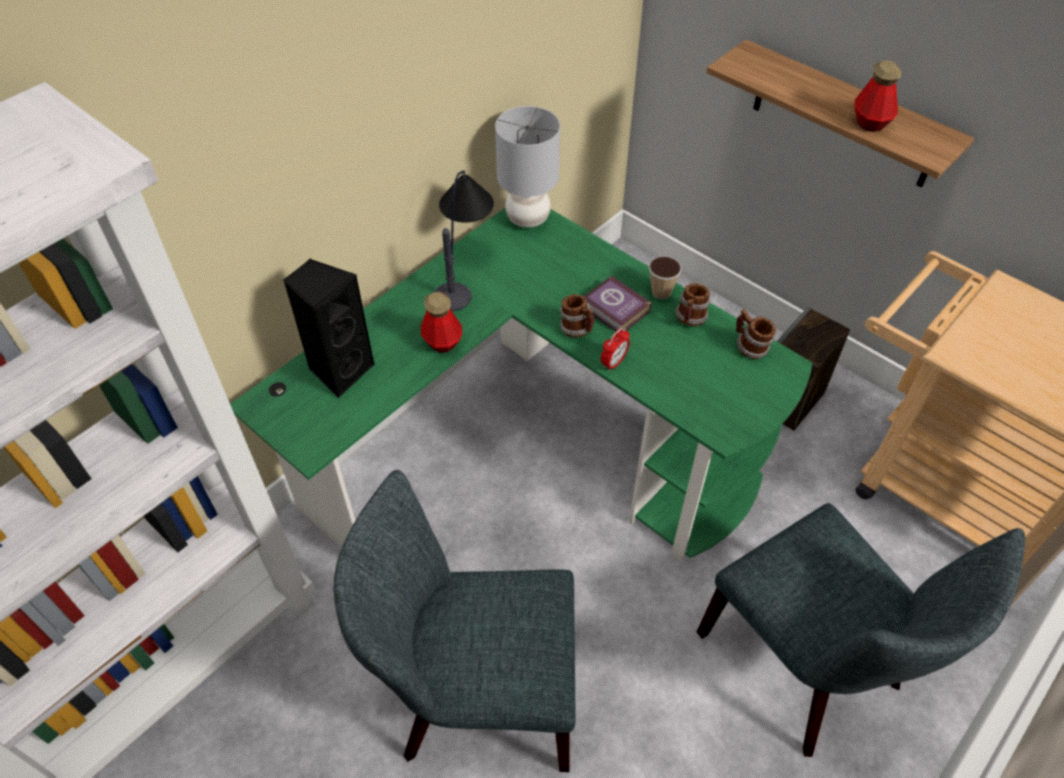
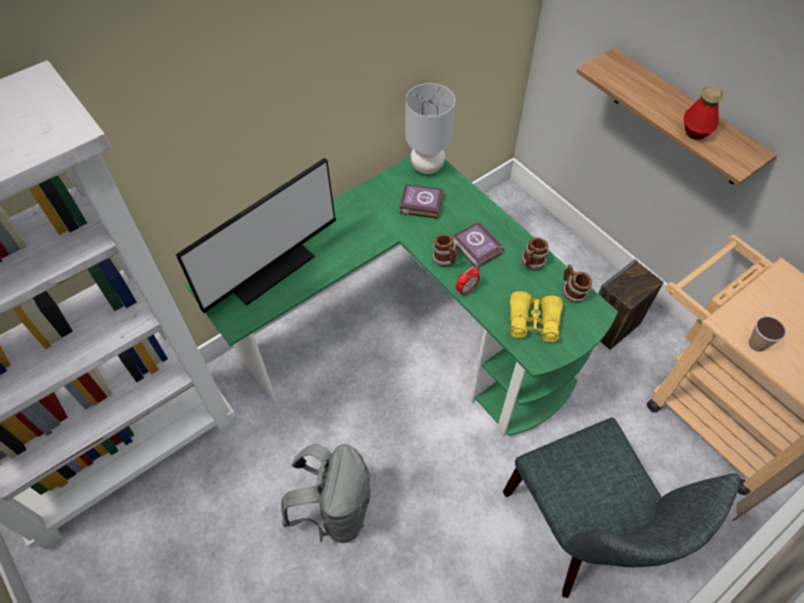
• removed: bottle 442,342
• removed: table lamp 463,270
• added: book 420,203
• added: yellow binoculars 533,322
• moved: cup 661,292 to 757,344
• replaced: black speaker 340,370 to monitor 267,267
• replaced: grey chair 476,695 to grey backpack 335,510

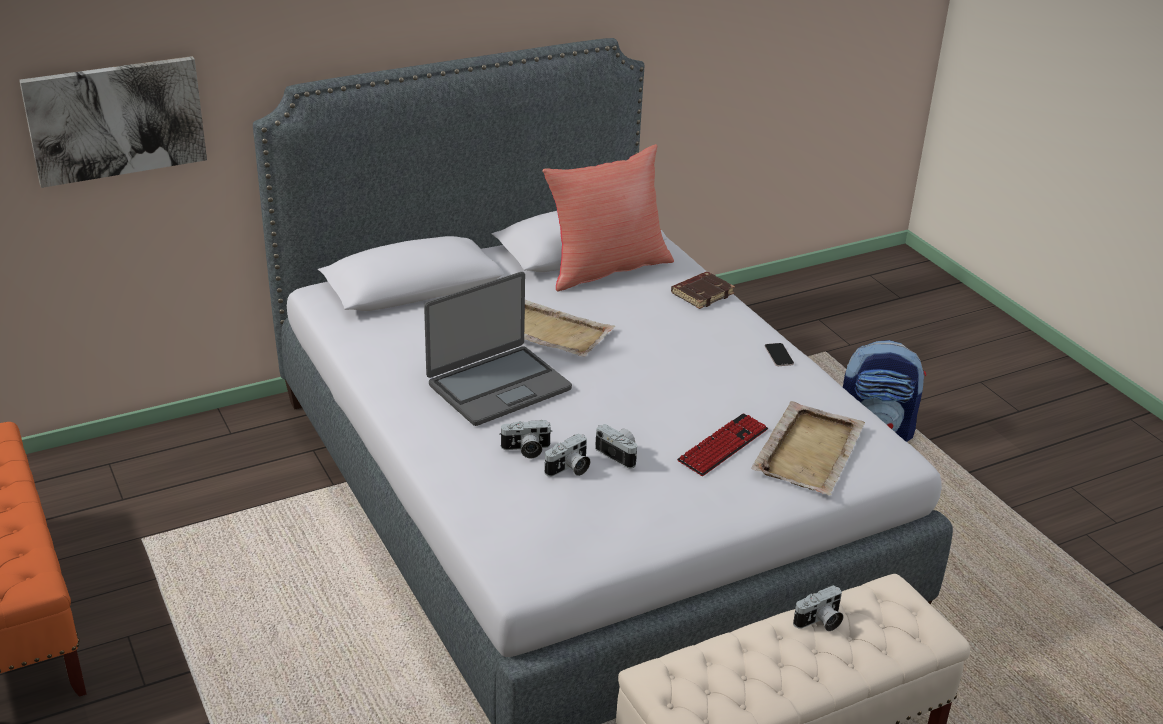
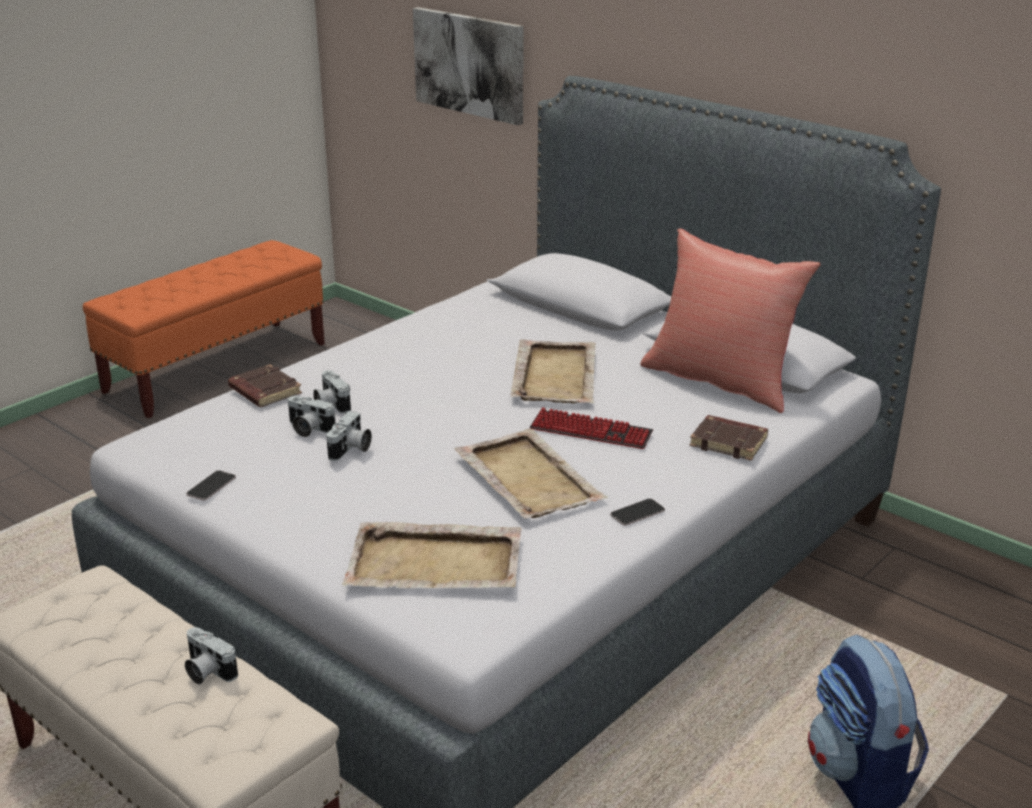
• removed: laptop 498,386
• added: phone 211,486
• added: brown book 264,391
• added: beige tray 527,478
• moved: keyboard 723,446 to 591,431

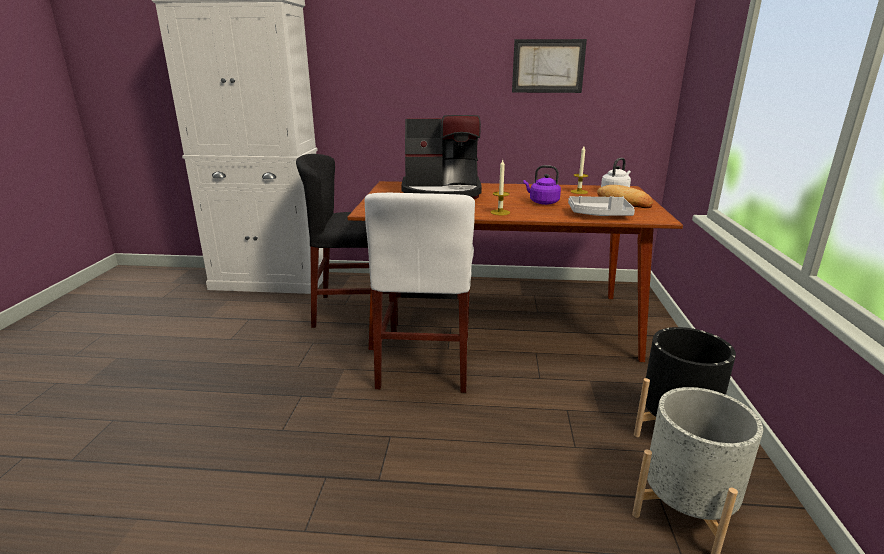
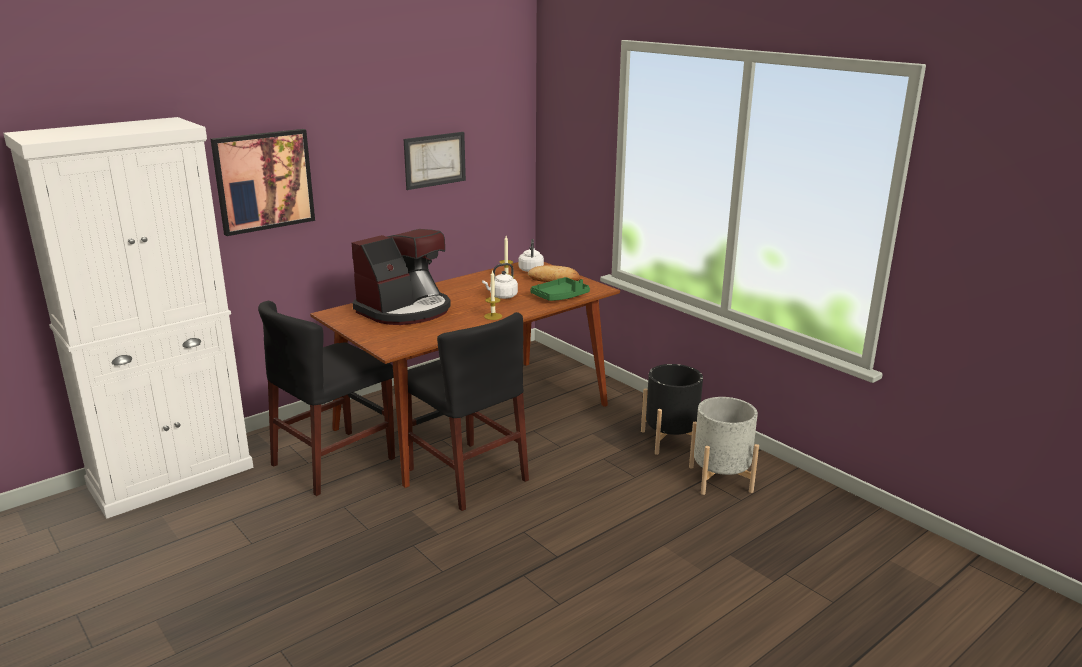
• added: picture 264,181
• recoloured: white chair 425,362 to black chair 466,474
• recoloured: purple kettle 542,202 to white kettle 502,296
• recoloured: grey tray 599,214 to green tray 560,297

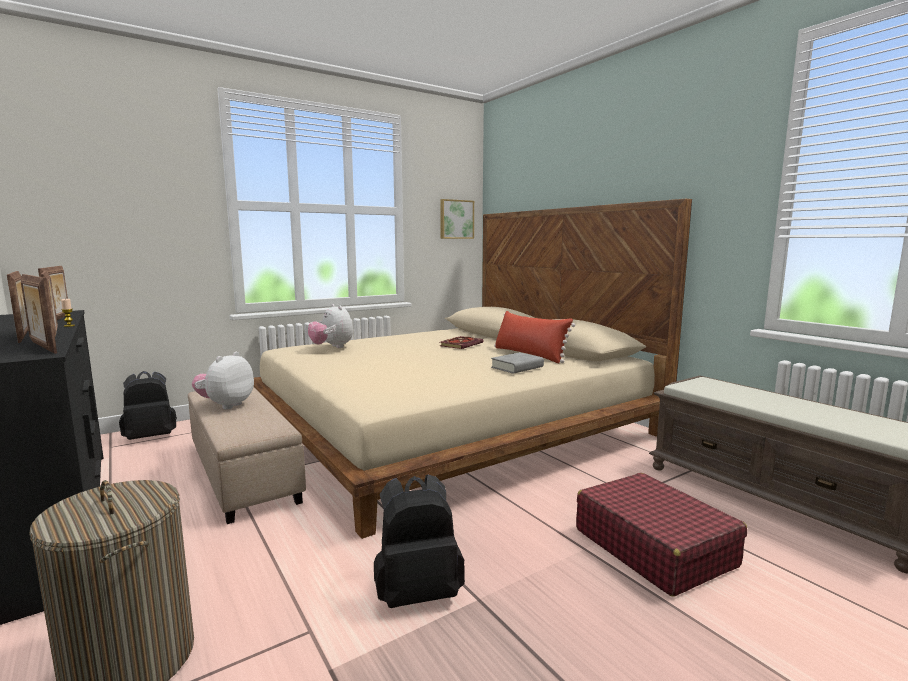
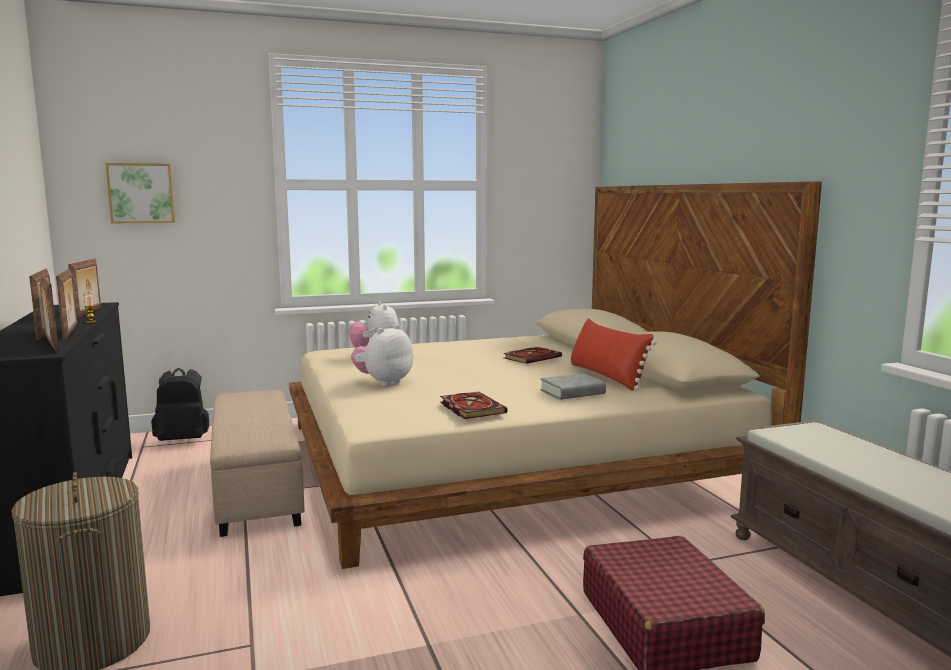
• removed: black backpack 417,592
• added: book 470,408
• moved: plush toy 226,405 to 383,382
• moved: picture 456,219 to 141,193

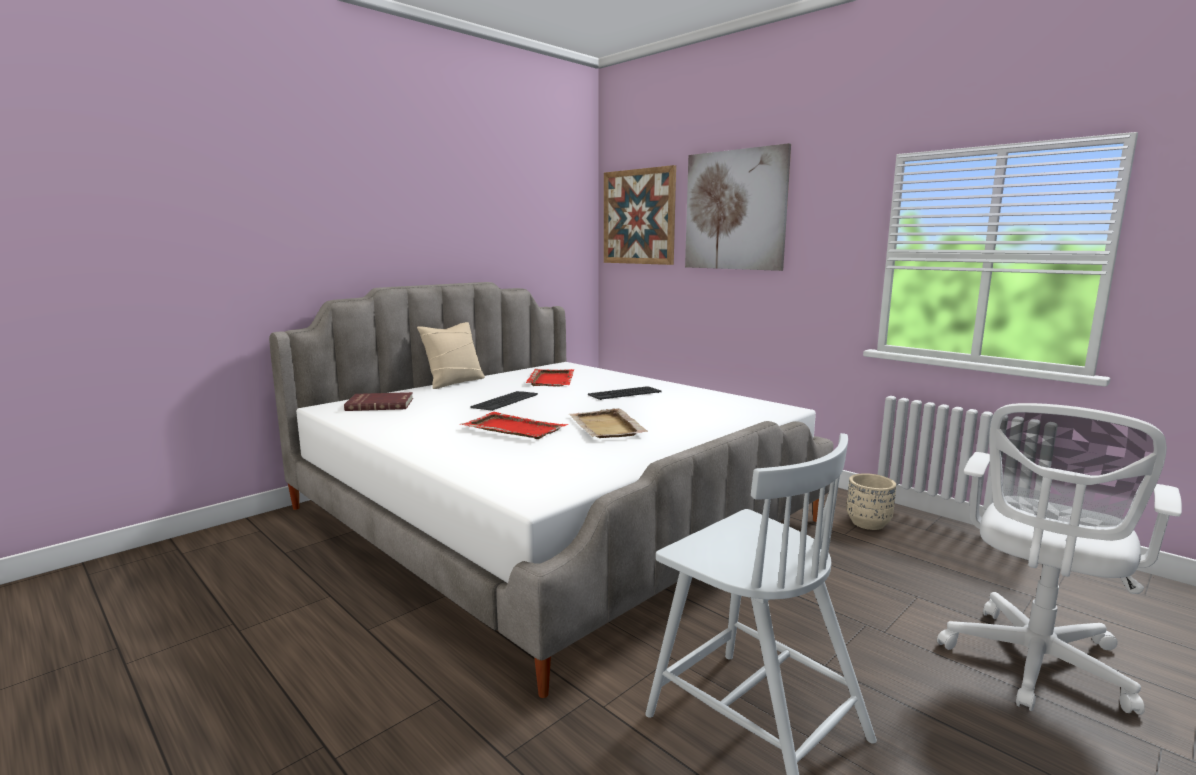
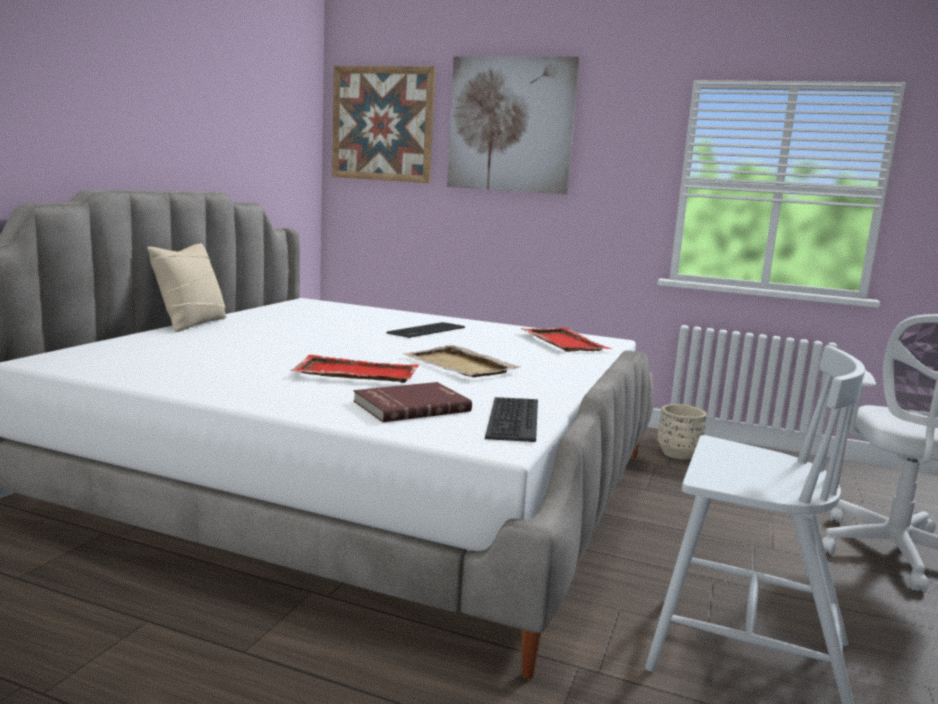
• moved: red book 380,404 to 410,406
• moved: keyboard 504,401 to 512,419
• moved: red tray 551,379 to 563,342

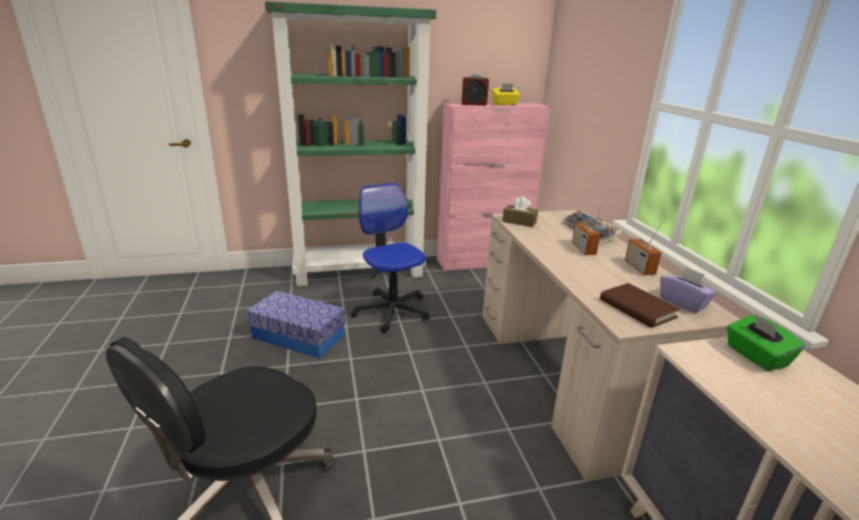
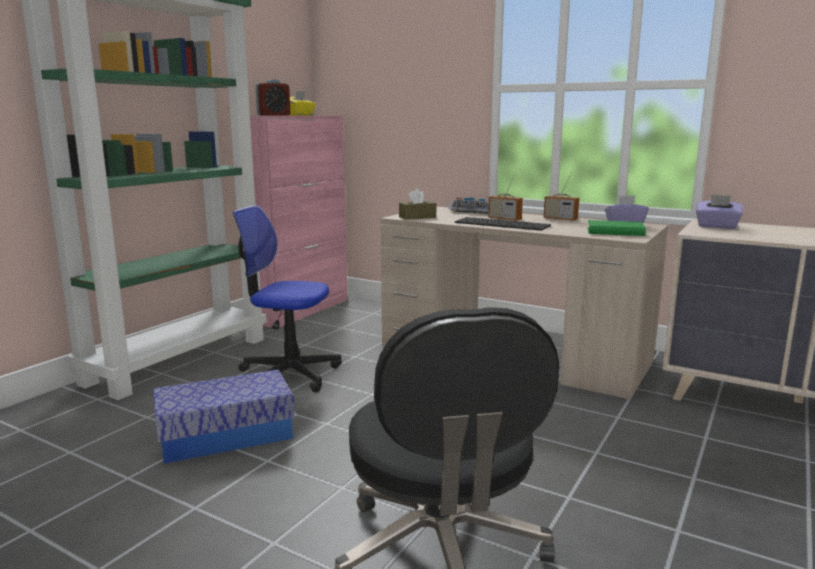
• added: keyboard 503,224
• recoloured: brown book 637,308 to green book 615,232
• recoloured: green tissue box 755,356 to purple tissue box 717,226

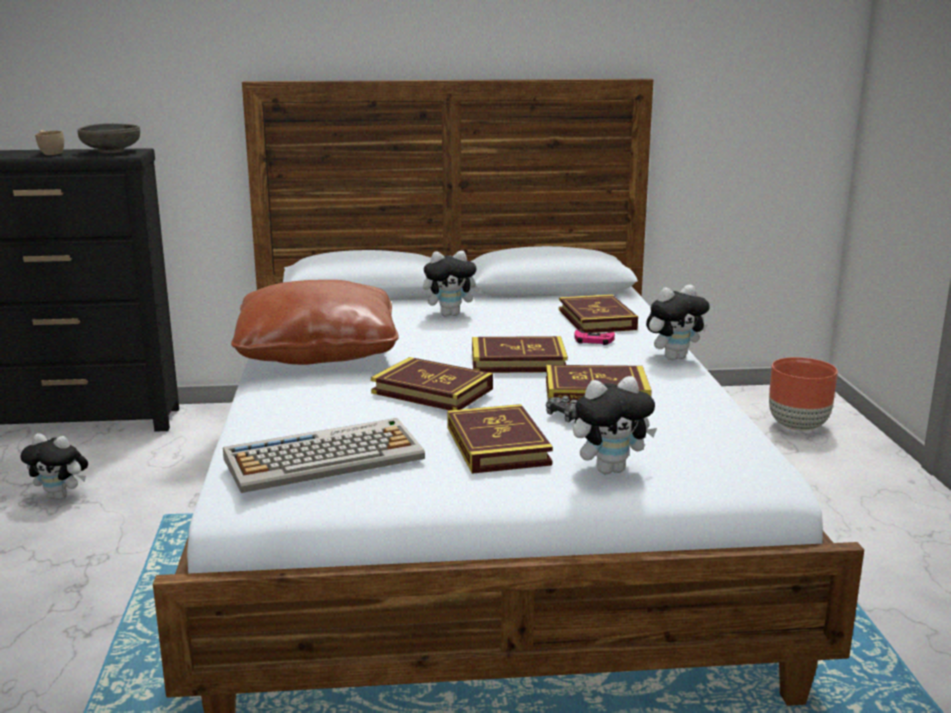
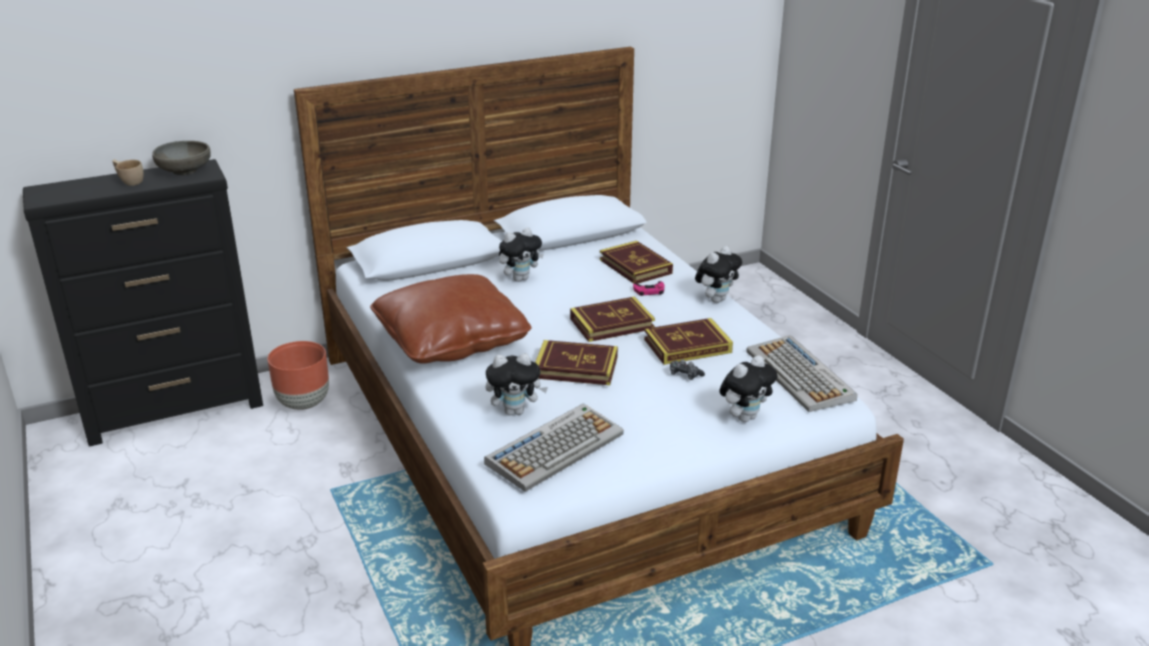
• removed: book 497,445
• added: keyboard 800,375
• moved: plush toy 61,496 to 515,411
• moved: brown planter 797,426 to 303,403

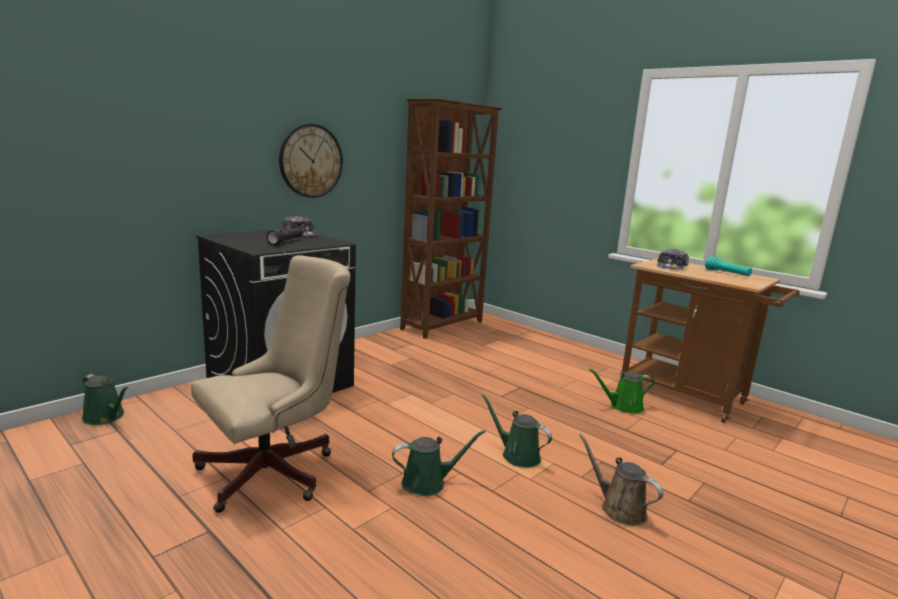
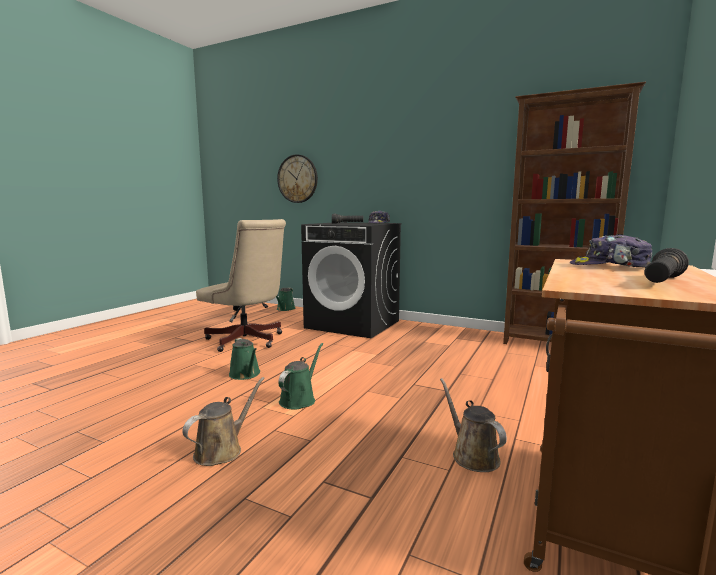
• moved: wall clock 311,161 to 297,179
• recoloured: green watering can 623,406 to brown watering can 472,455
• recoloured: turquoise flashlight 727,274 to black flashlight 662,282

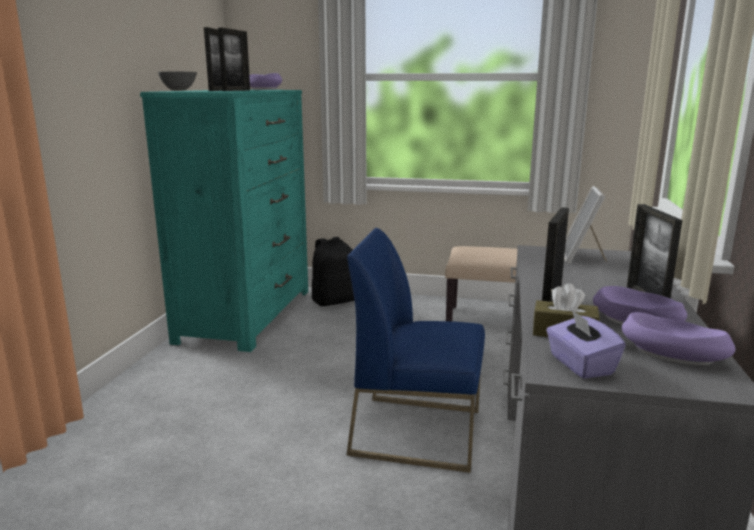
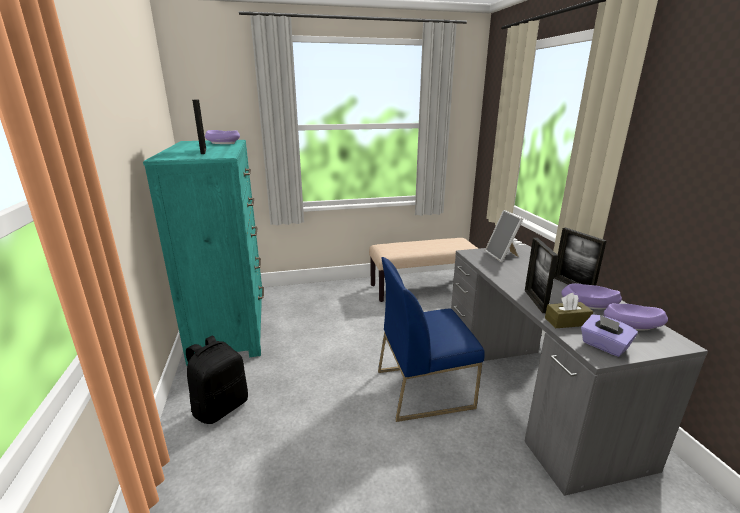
• removed: grey bowl 179,90
• removed: picture frame 236,90
• moved: black backpack 335,301 to 221,407

